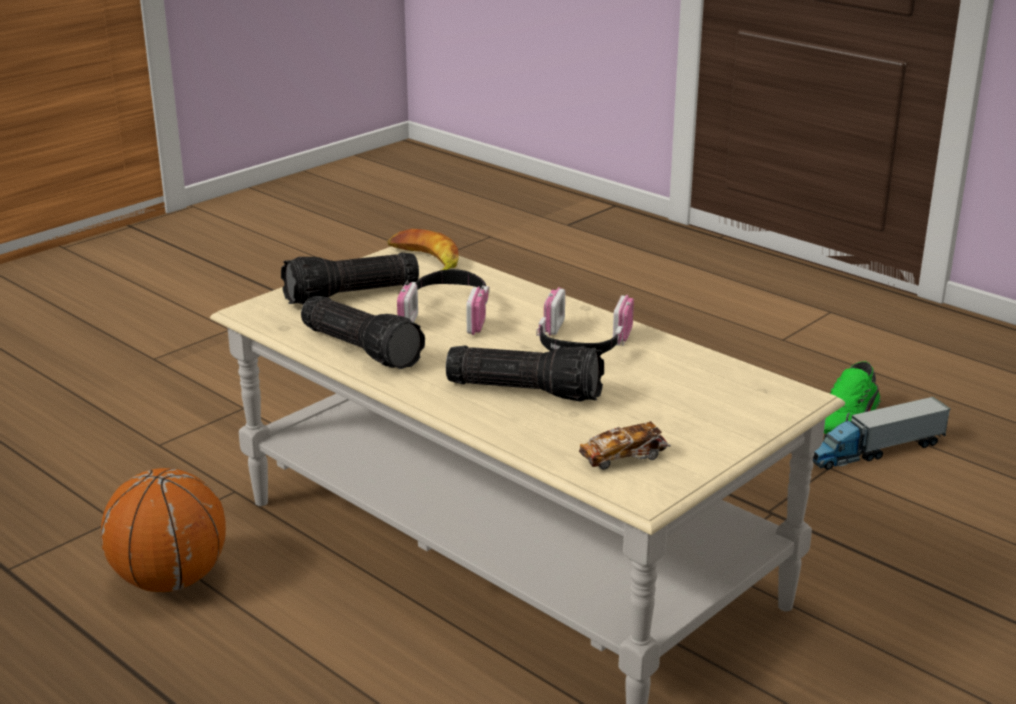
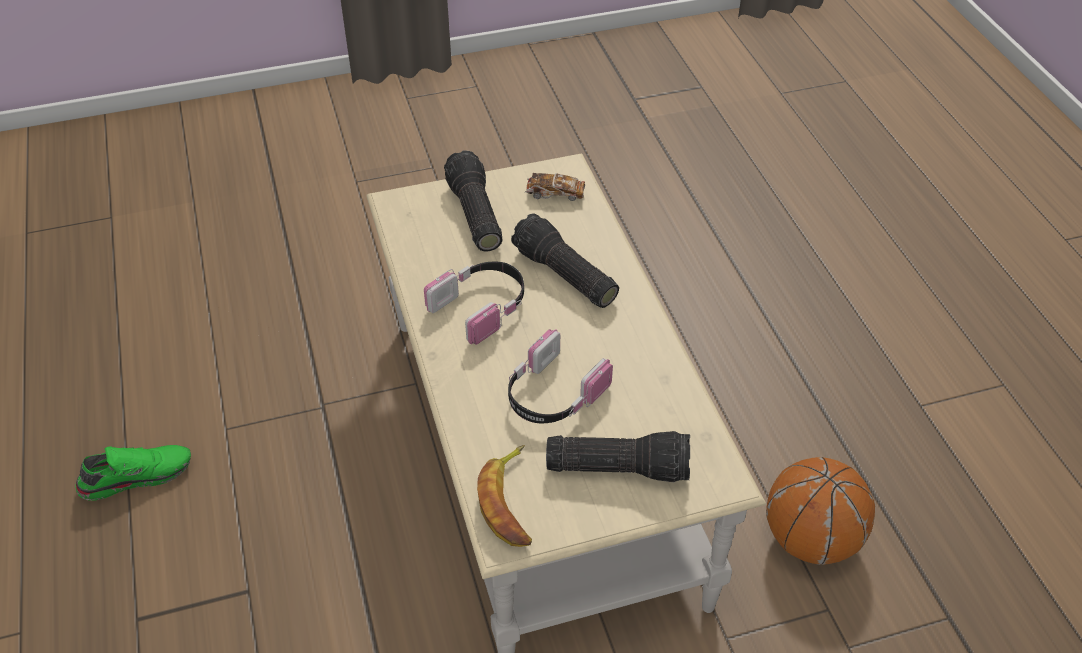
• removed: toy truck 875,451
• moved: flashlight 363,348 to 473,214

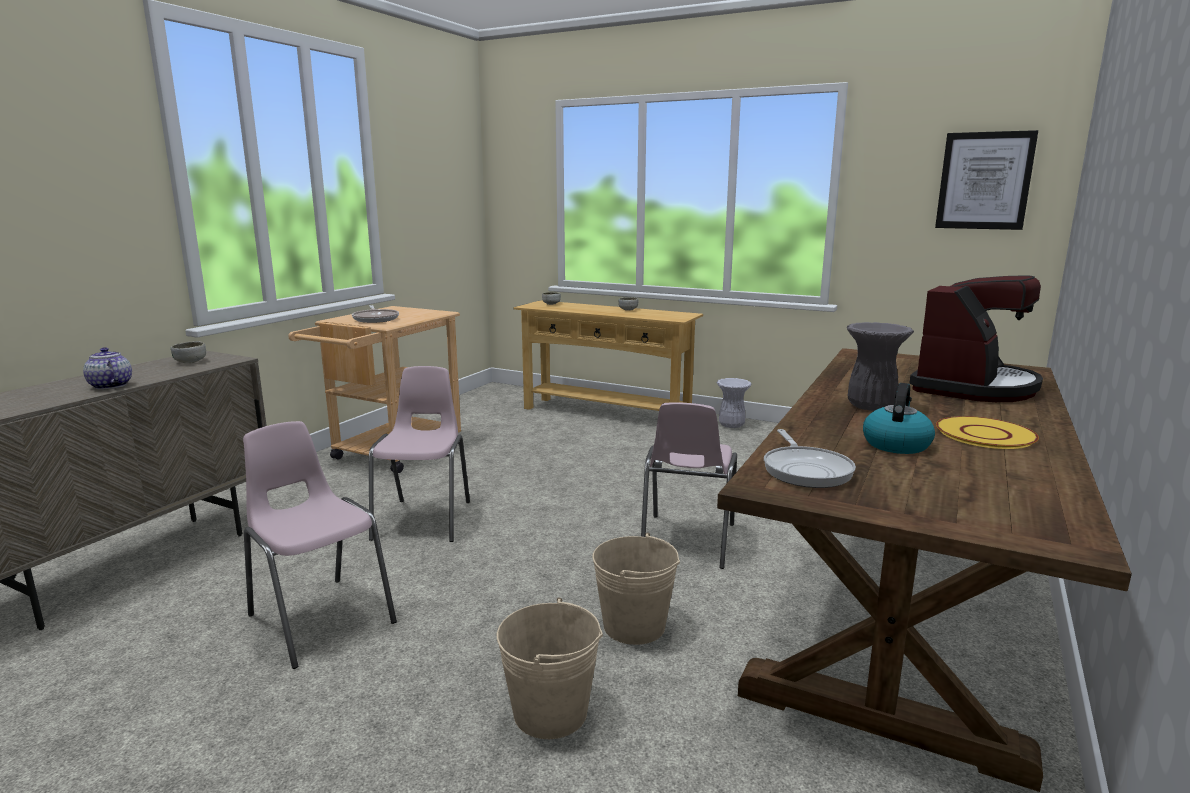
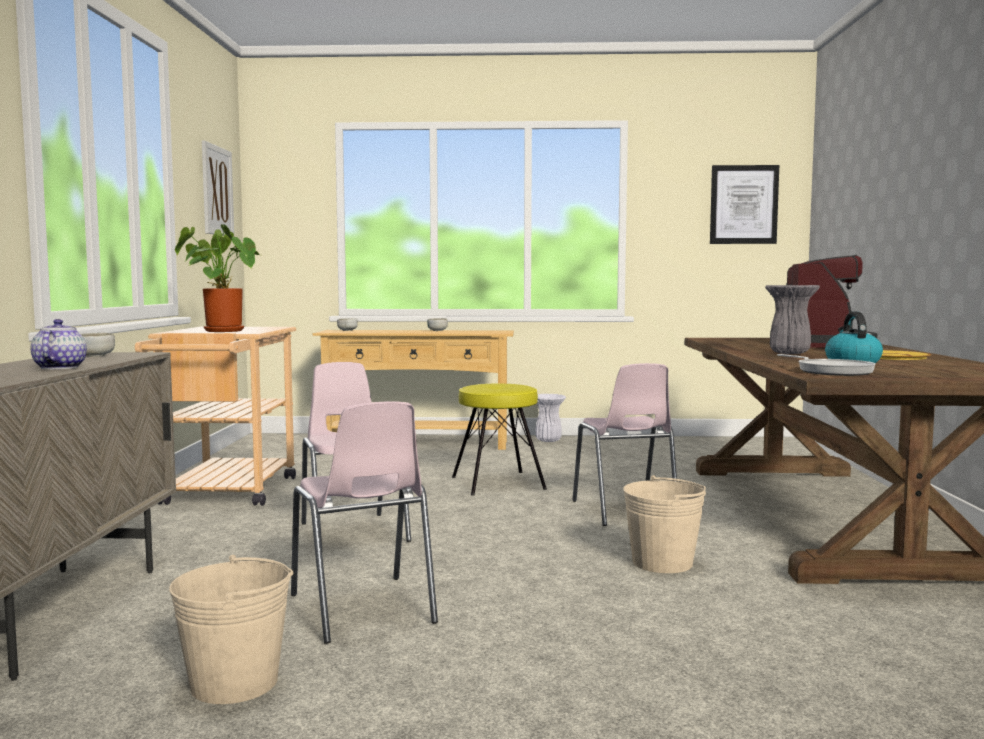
• added: picture 217,191
• added: yellow stool 498,483
• moved: beige bucket 550,712 to 234,683
• replaced: frying pan 376,319 to potted plant 220,331
• turned: teapot 110,386 = 59,367 60 degrees clockwise
• turned: pink chair 320,618 = 362,609 135 degrees counterclockwise

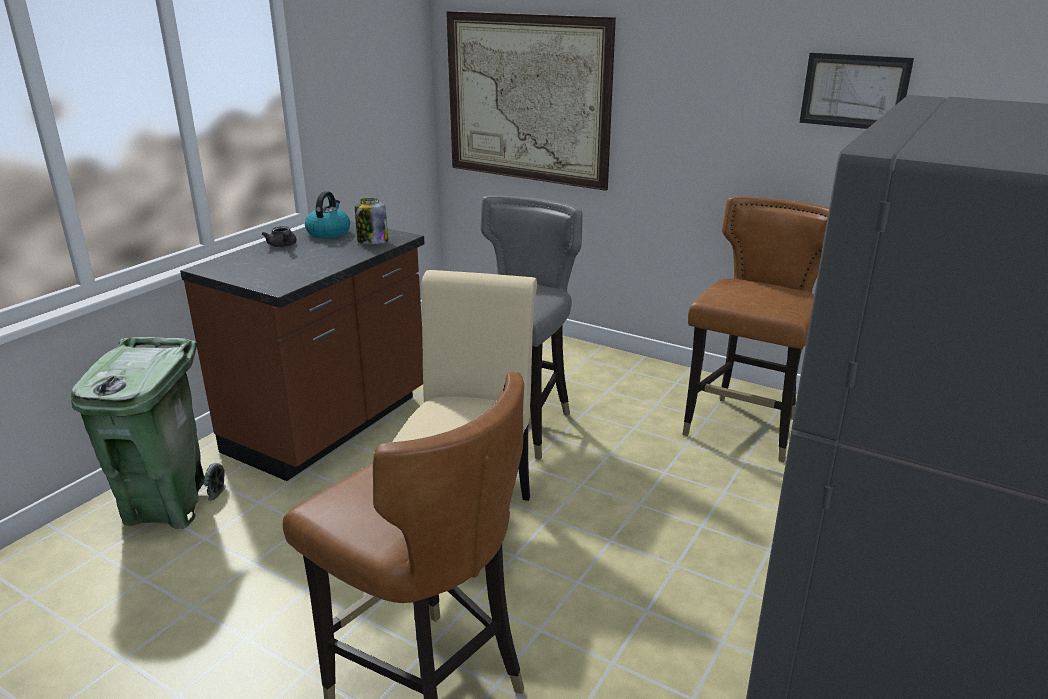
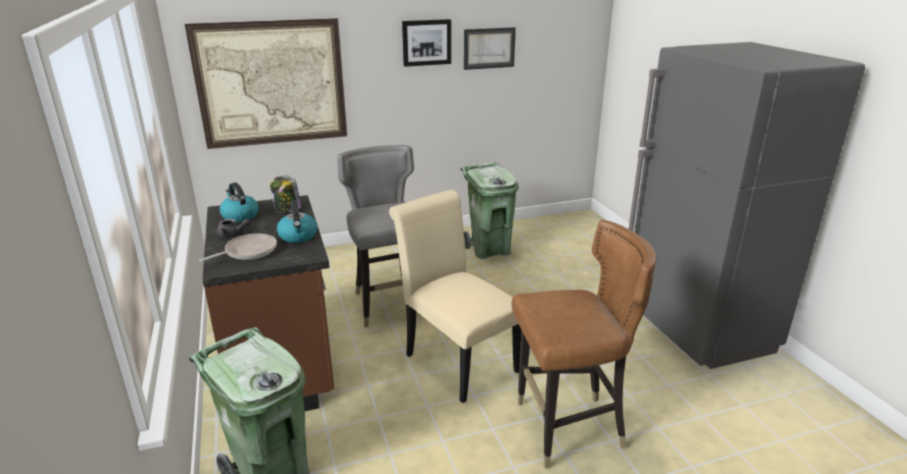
• added: frying pan 248,252
• added: kettle 298,236
• added: picture 426,42
• replaced: brown chair 744,429 to green trash can 489,250

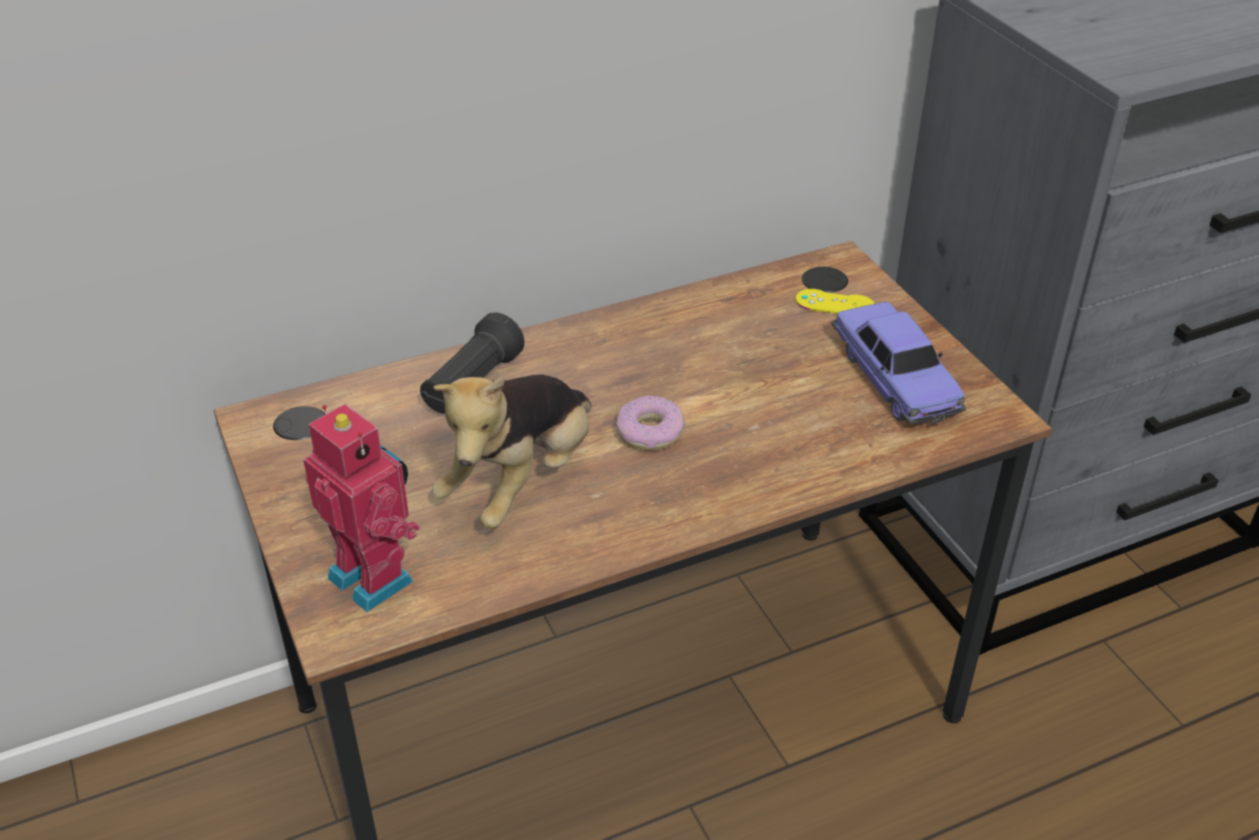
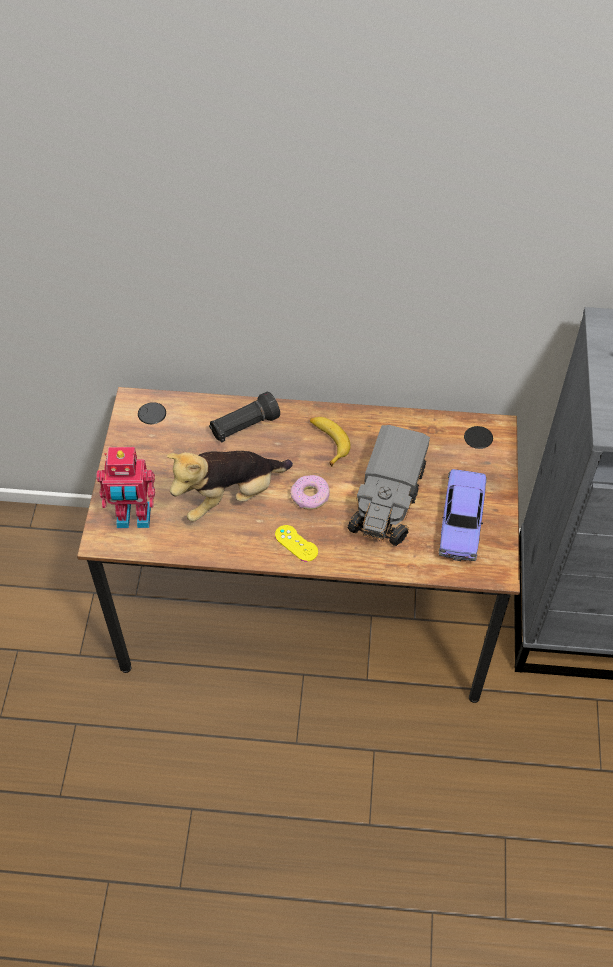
• added: banana 328,441
• added: toy truck 388,501
• moved: yellow game controller 835,303 to 296,543
• turned: toy robot 375,576 = 133,518 105 degrees clockwise

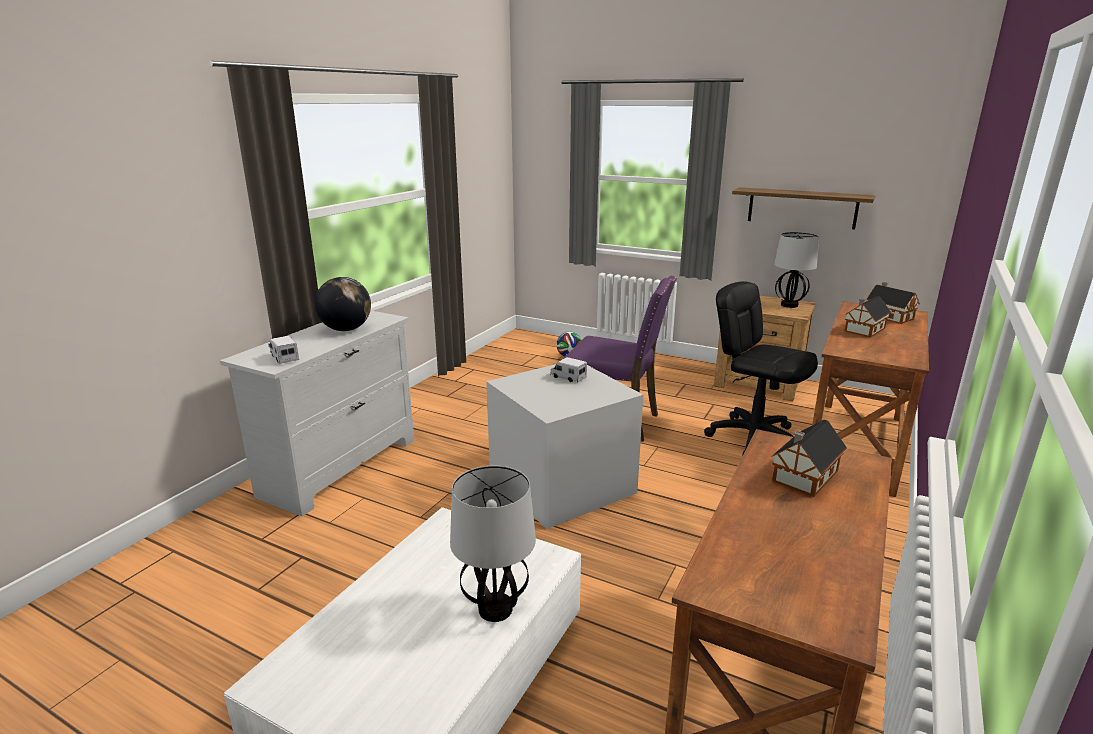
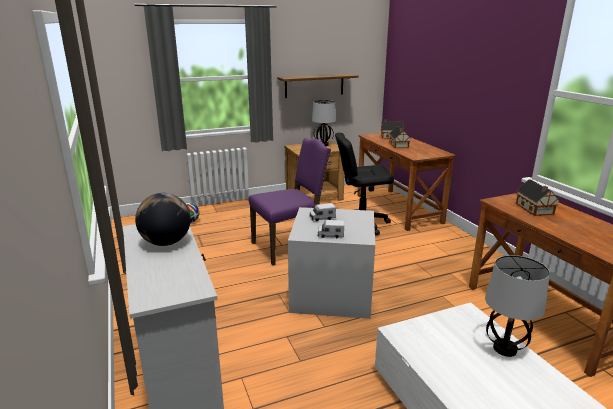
• moved: toy truck 284,358 to 330,235

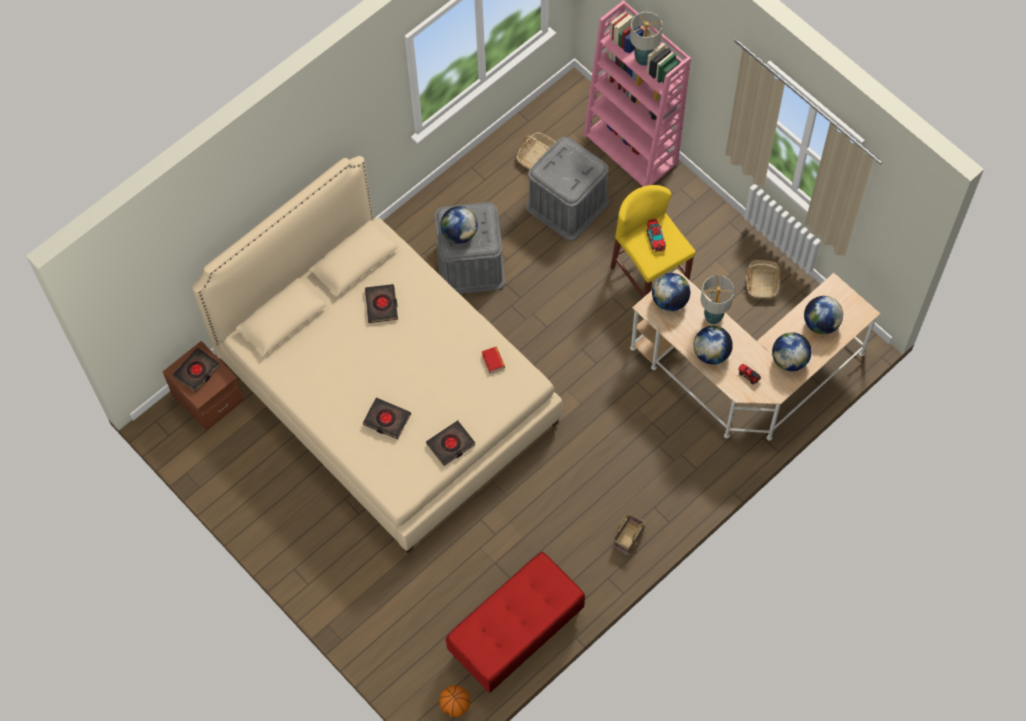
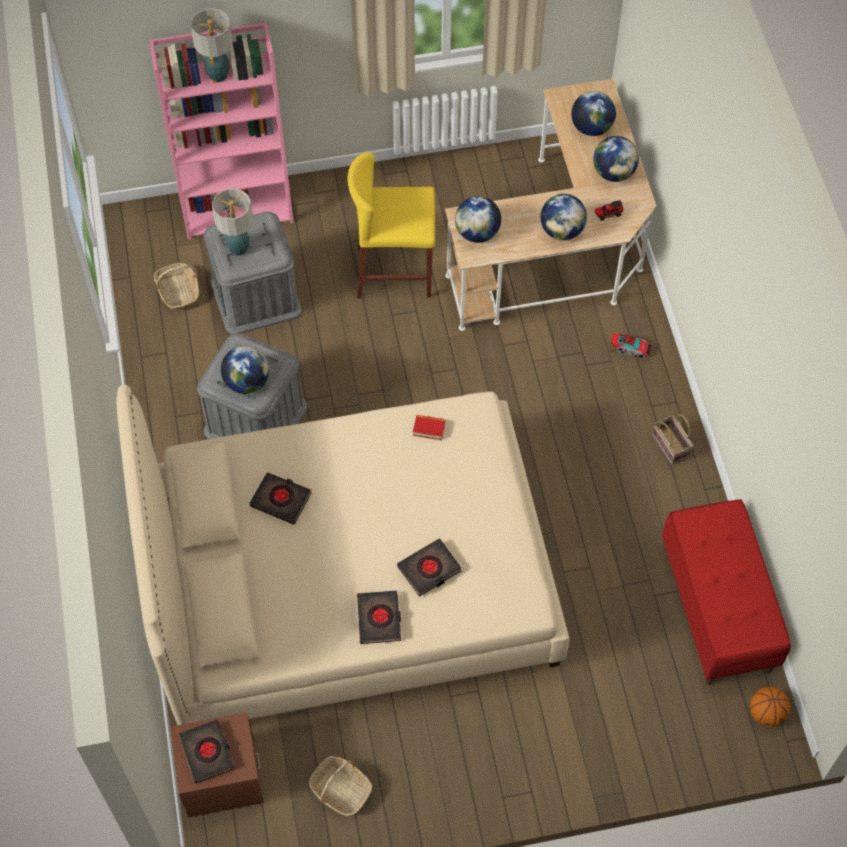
• moved: black book 451,444 to 379,619
• moved: toy truck 655,238 to 630,348
• moved: table lamp 713,318 to 238,249
• moved: basket 762,283 to 340,790

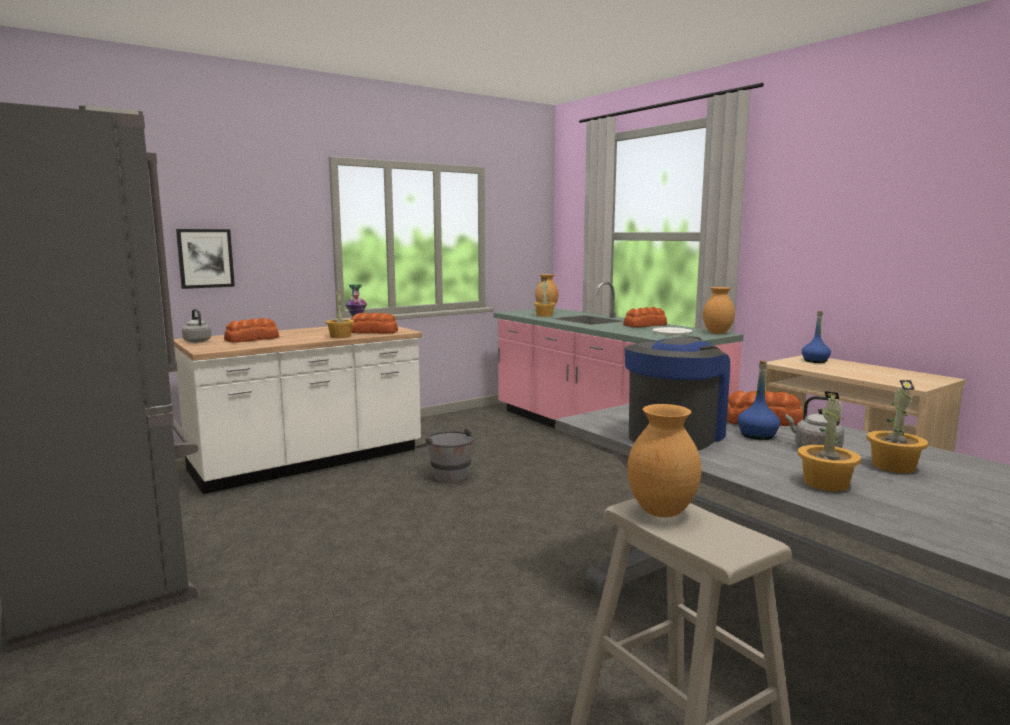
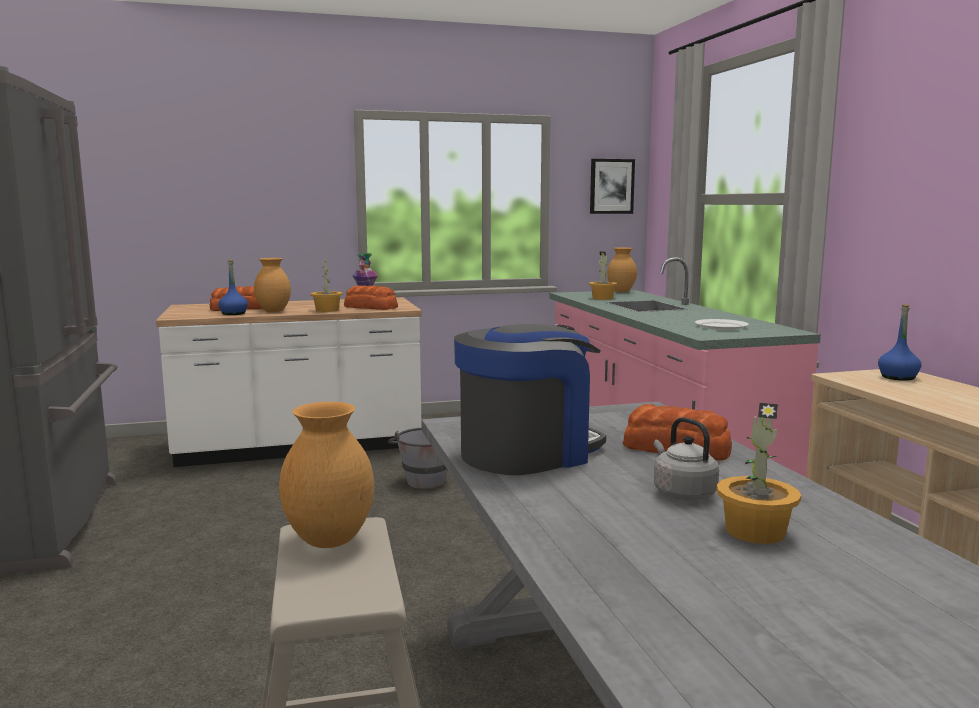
• removed: grey kettle 196,341
• removed: bread 645,325
• removed: potted plant 825,484
• moved: picture 205,258 to 611,186
• moved: brown vase 717,333 to 274,311
• moved: blue bottle 757,435 to 233,313

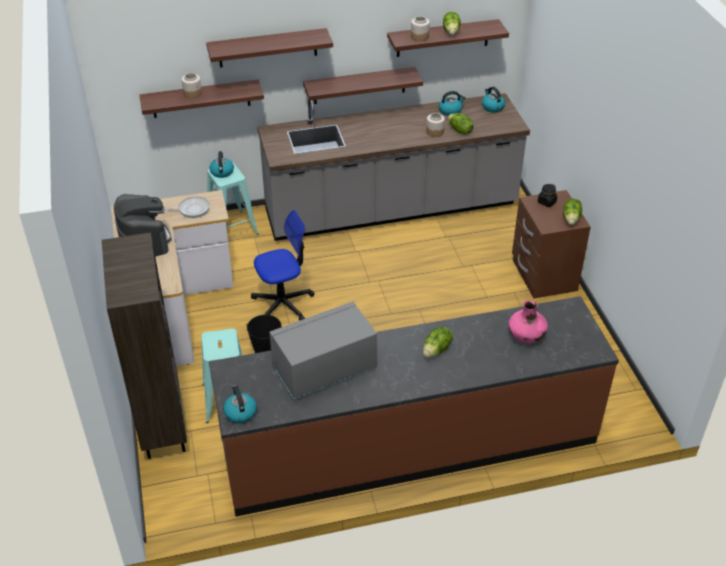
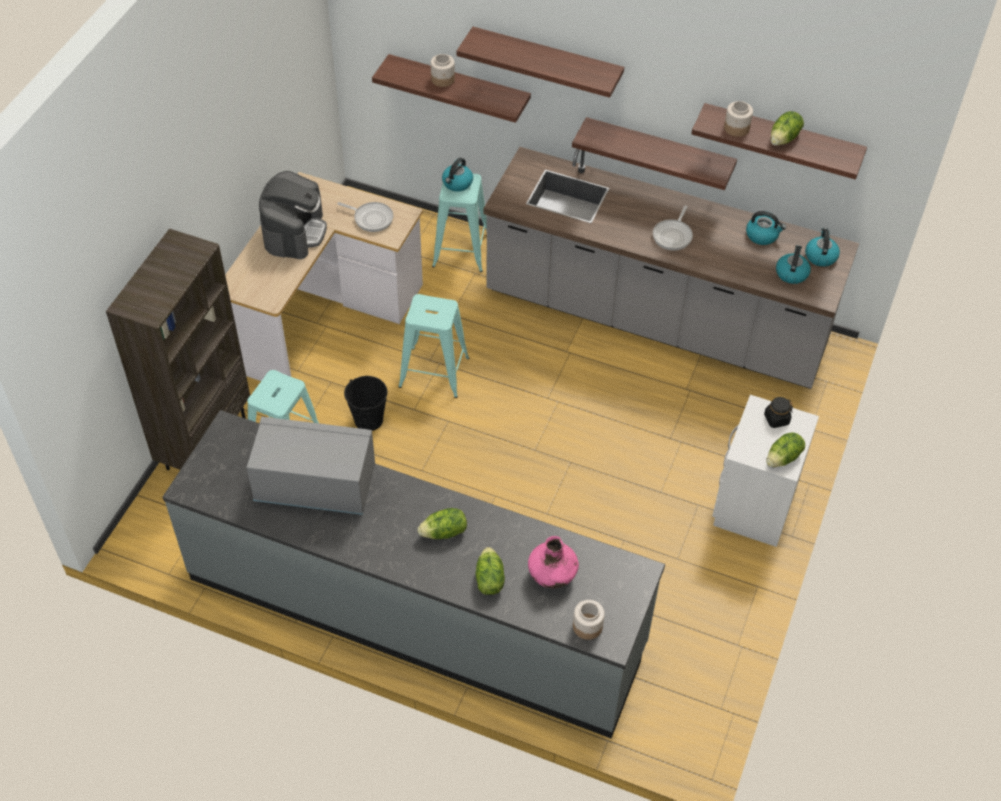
• added: frying pan 673,235
• moved: kettle 240,412 to 791,273
• moved: jar 435,132 to 587,626
• moved: lettuce 459,131 to 489,579
• replaced: office chair 283,303 to turquoise stool 434,372
• recoloured: brown counter 409,444 to grey counter 415,611
• recoloured: brown nightstand 543,276 to white nightstand 753,503

